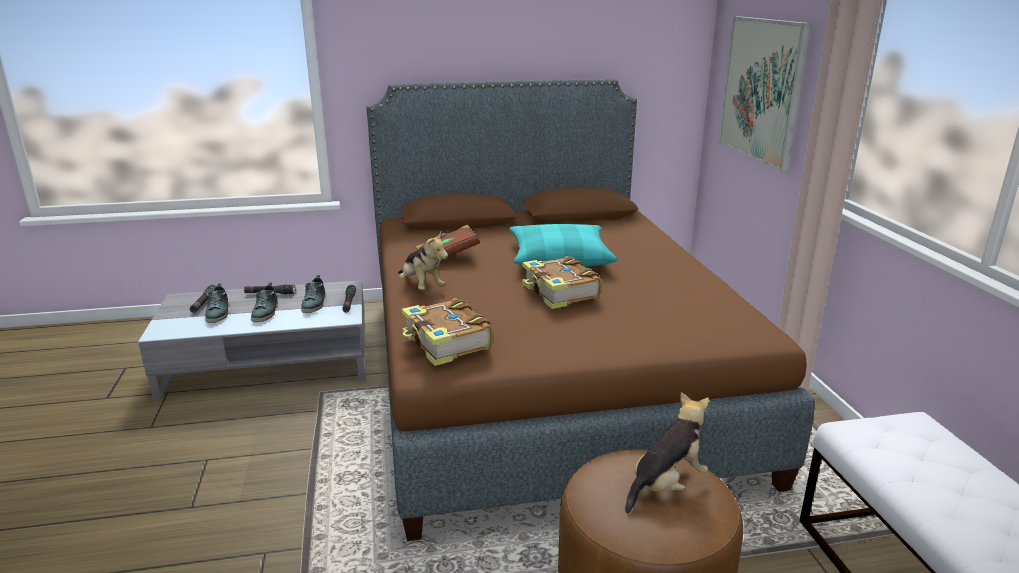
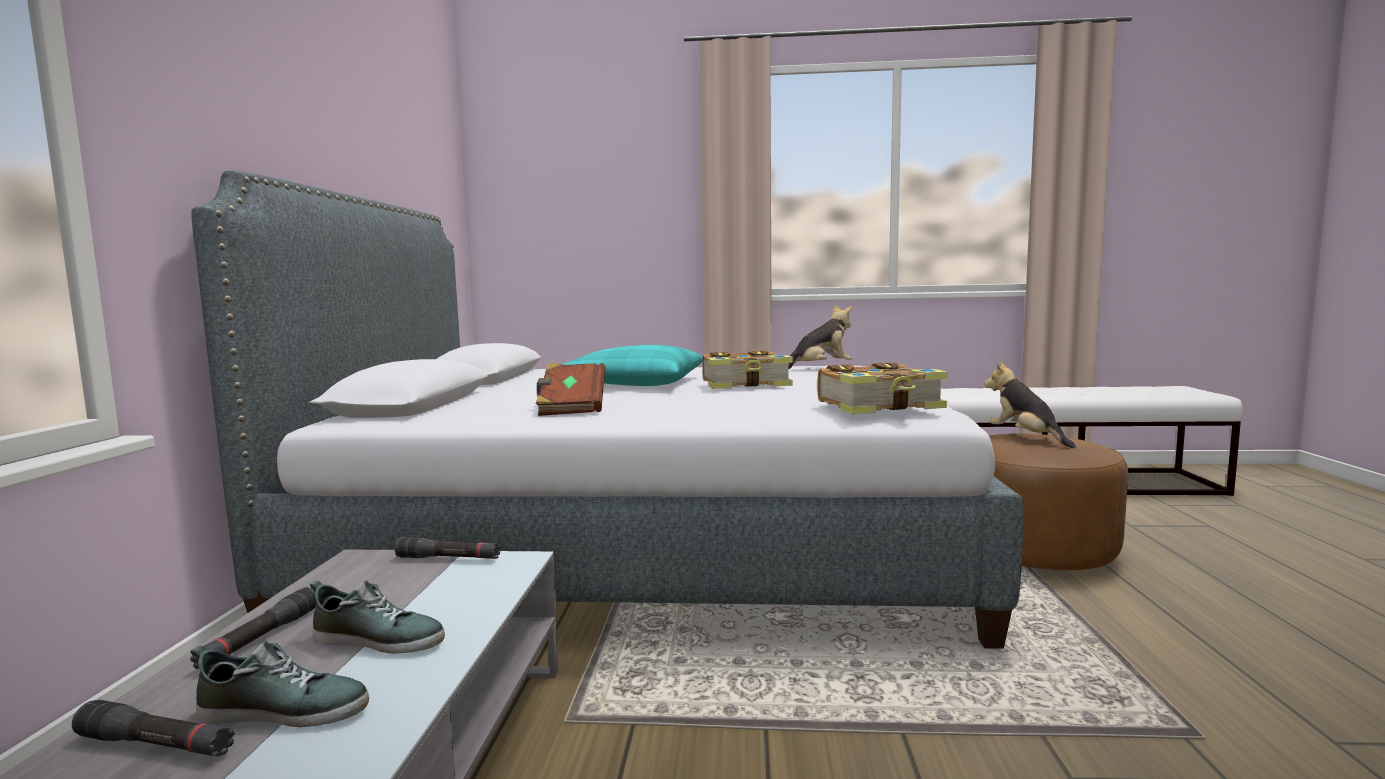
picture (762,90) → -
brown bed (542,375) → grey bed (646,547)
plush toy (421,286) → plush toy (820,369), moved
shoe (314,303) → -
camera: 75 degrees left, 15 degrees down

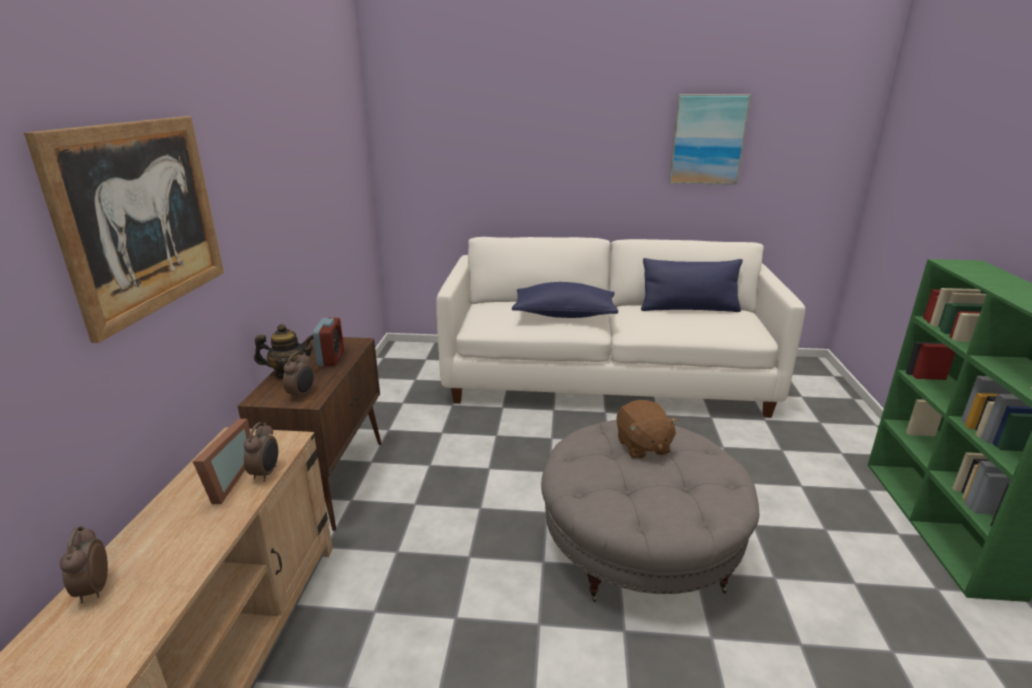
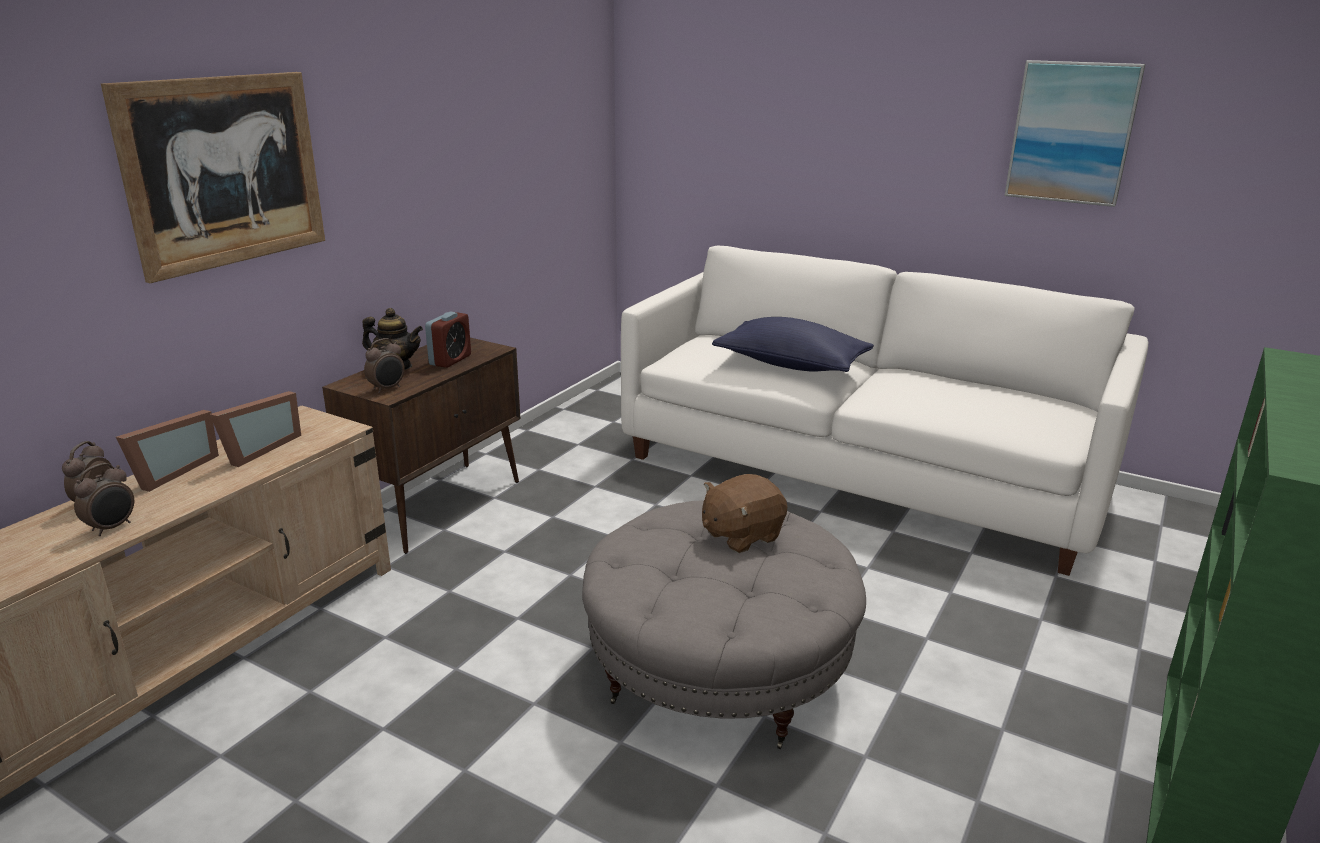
blue pillow (689,309) → -
brown plush toy (642,446) → brown plush toy (741,535), 45 degrees clockwise
alarm clock (266,473) → alarm clock (112,528), moved
- → picture frame (170,472)
camera: 25 degrees right, 0 degrees up

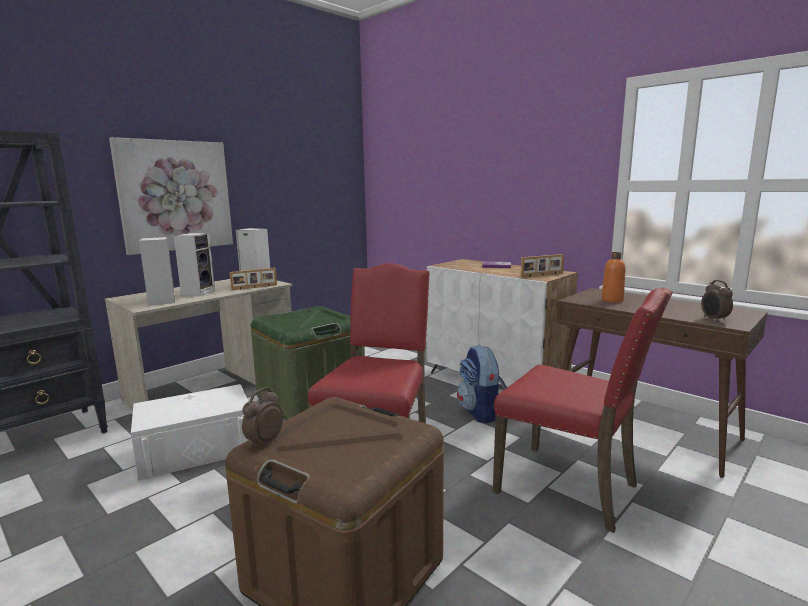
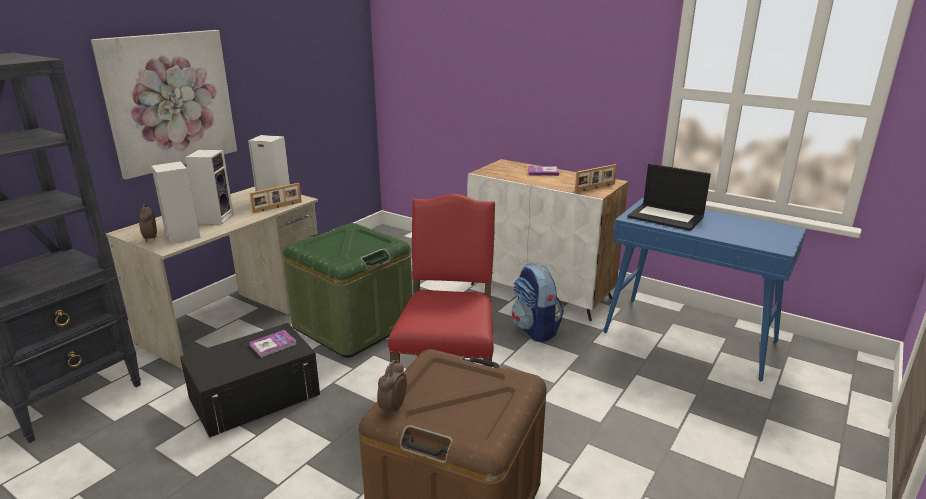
orange bottle (612,300) → laptop (666,217)
alarm clock (714,319) → alarm clock (150,239), moved
red chair (570,487) → -
brown console table (644,429) → blue console table (690,337)
white storage box (197,449) → black storage box (255,396)
- → book (273,344)
camera: 10 degrees left, 10 degrees up

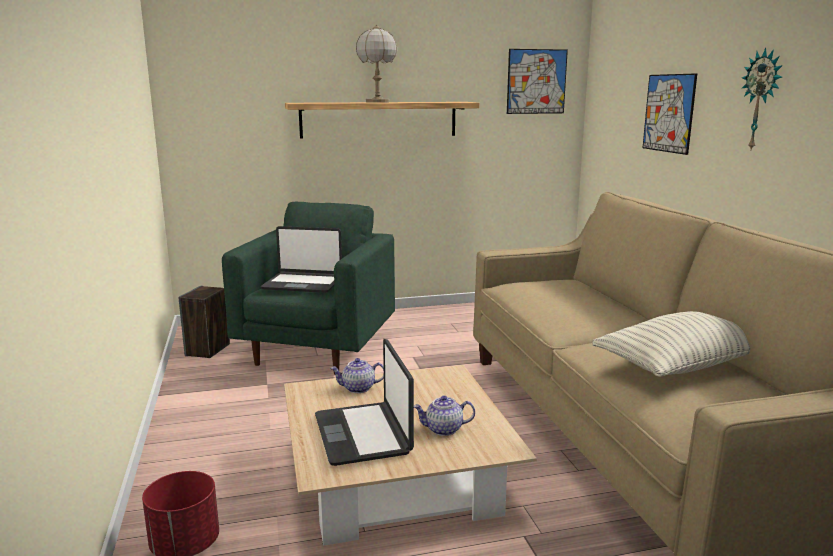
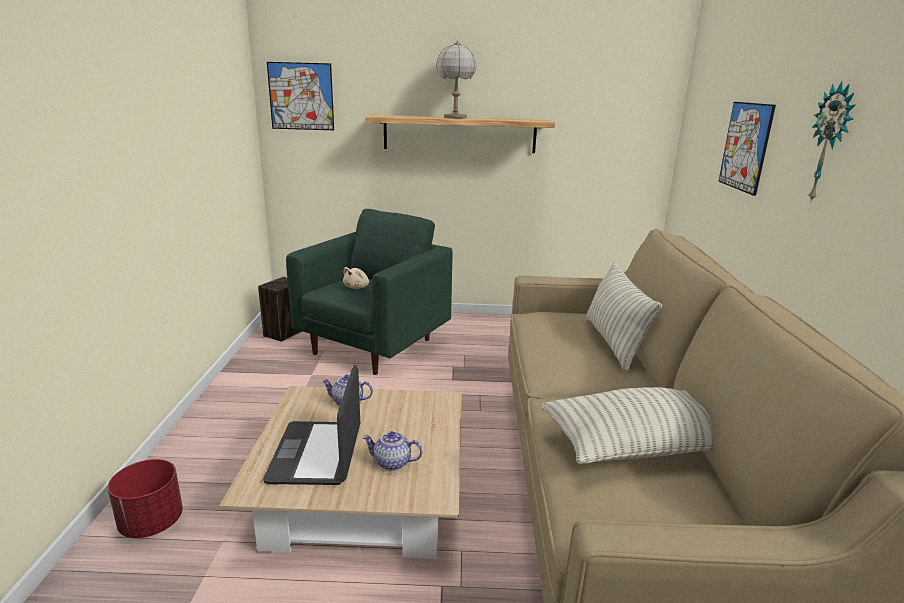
picture (536,81) → picture (301,96), moved
laptop (303,284) → beige plush toy (357,287)
- → pillow (613,342)
camera: 15 degrees right, 5 degrees up

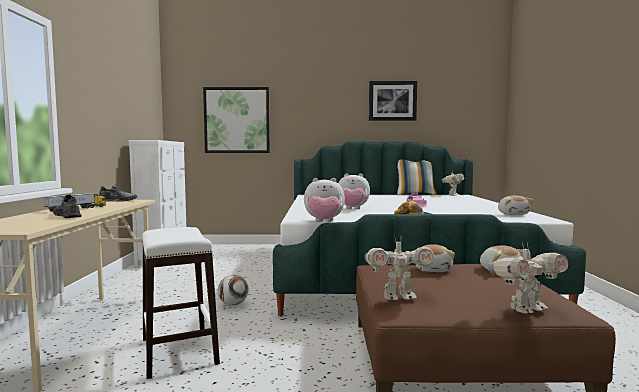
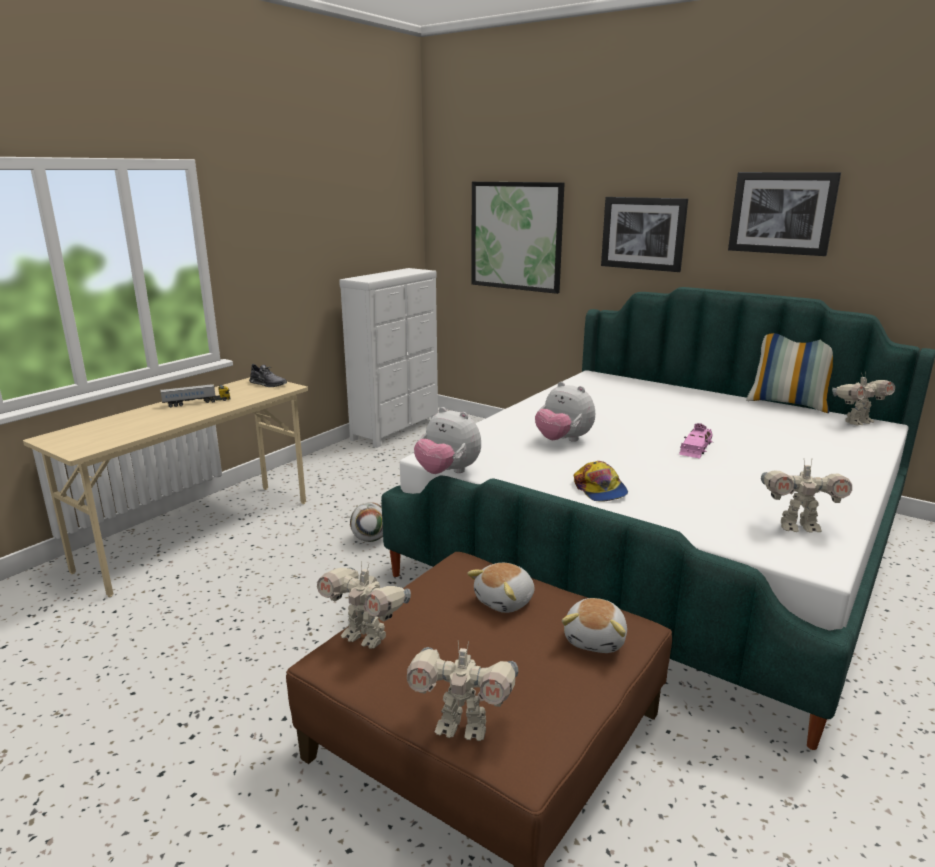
grey shoe (67,216) → -
plush toy (513,214) → toy robot (798,527)
white stool (179,350) → -
- → picture (643,233)
camera: 35 degrees right, 15 degrees up

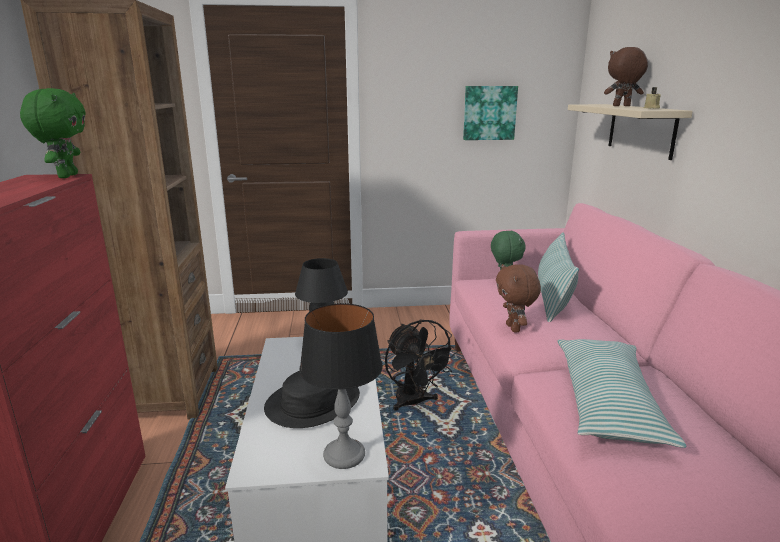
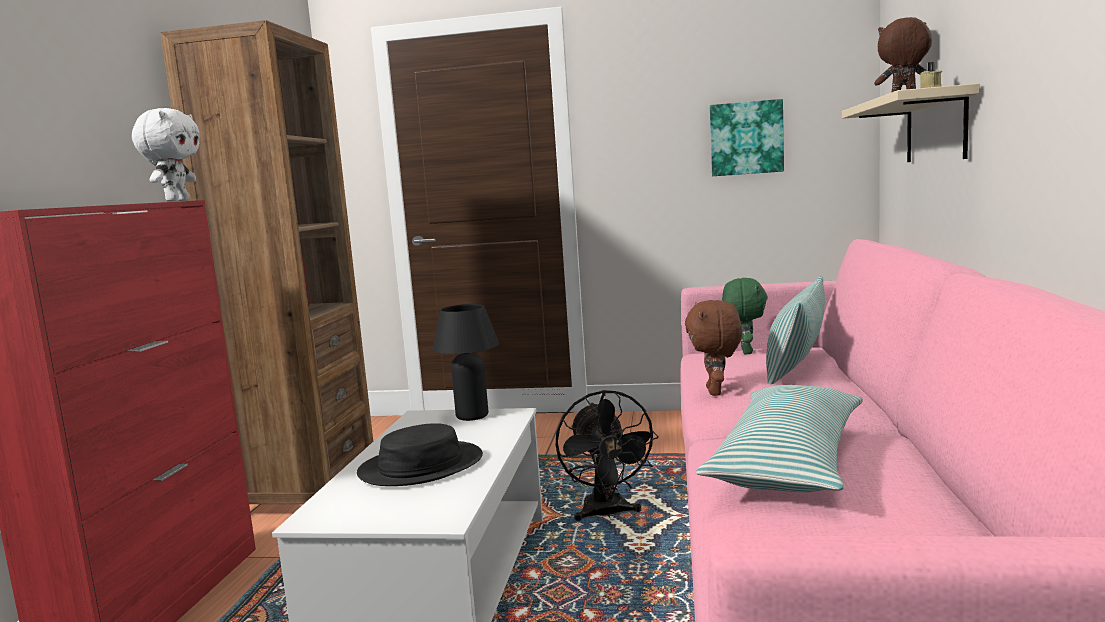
green plush toy (66,176) → white plush toy (176,201)
table lamp (344,455) → -
camera: 15 degrees right, 10 degrees down

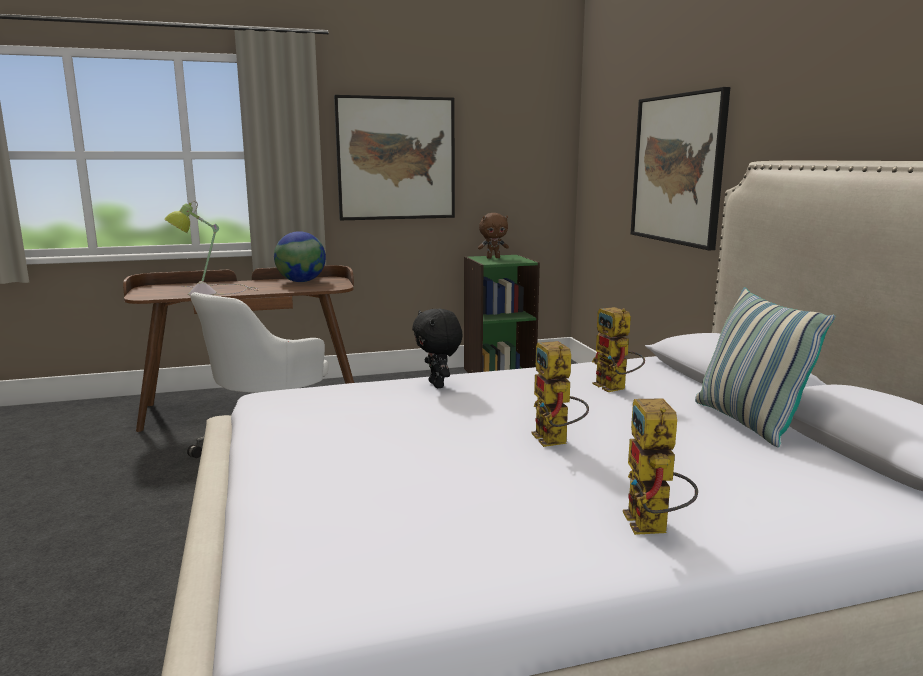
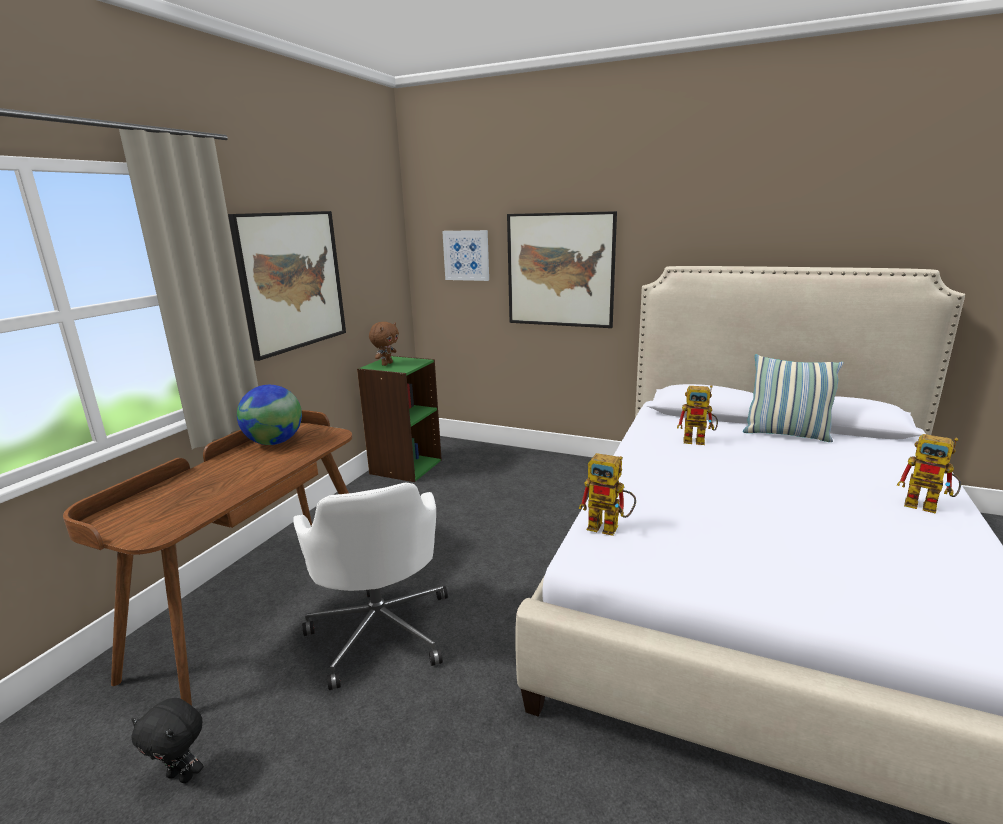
table lamp (211,291) → -
black plush toy (438,385) → black plush toy (182,775), moved
toy robot (556,442) → toy robot (610,527), moved
- → picture (466,255)
camera: 50 degrees left, 5 degrees up

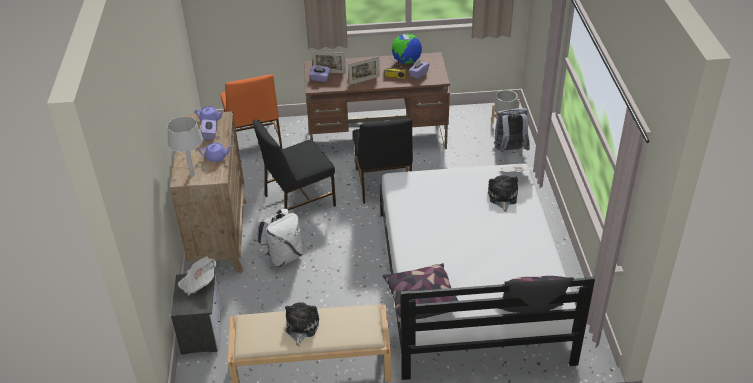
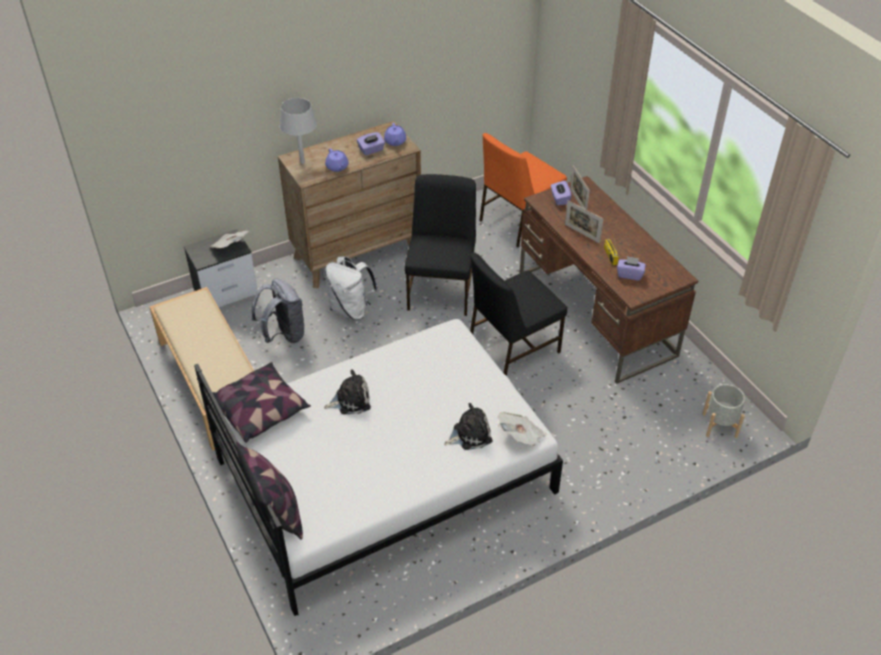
globe (406,62) → -
grey backpack (509,150) → grey backpack (283,334), moved
black chair (298,201) → black chair (442,289), 60 degrees clockwise
plush toy (301,327) → plush toy (350,400), moved
camera: 65 degrees right, 5 degrees up

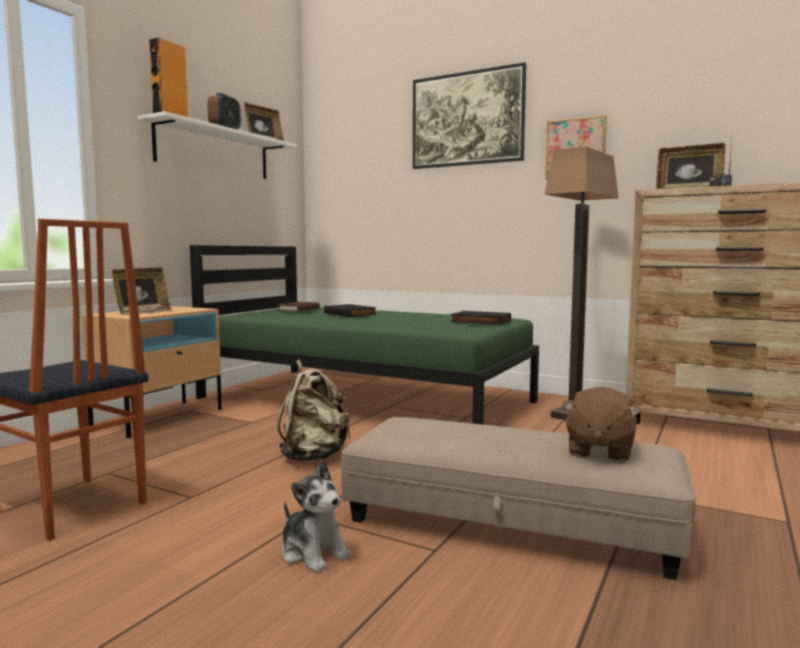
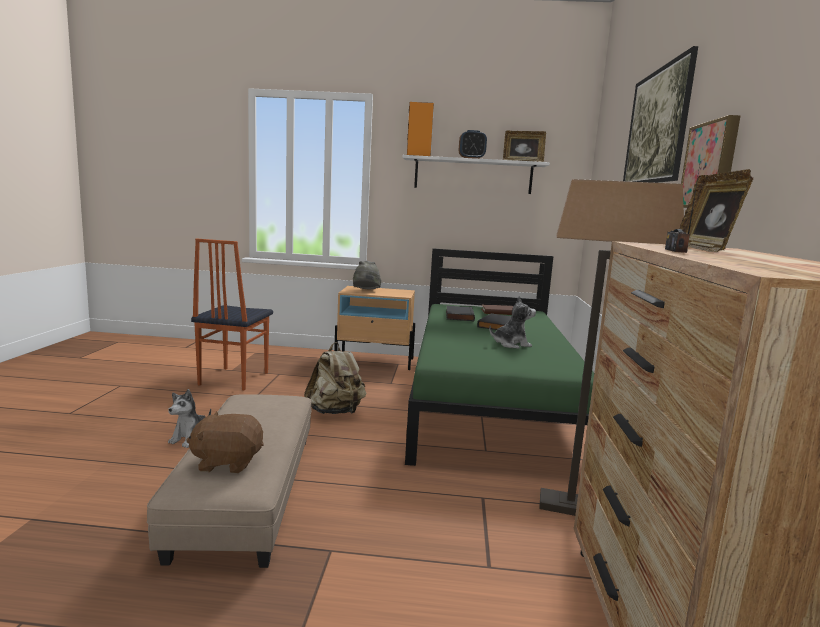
picture frame (142,313) → grey hat (366,291)
black book (479,322) → black book (458,316), moved
- → plush toy (511,344)
camera: 65 degrees right, 5 degrees up

